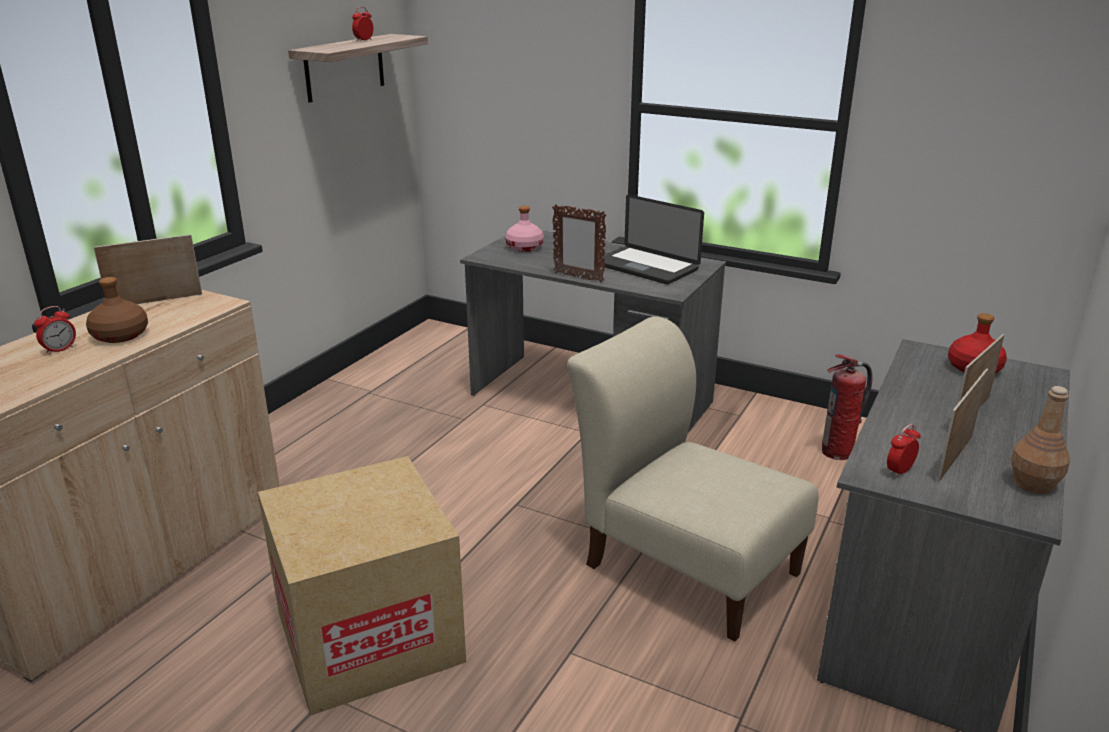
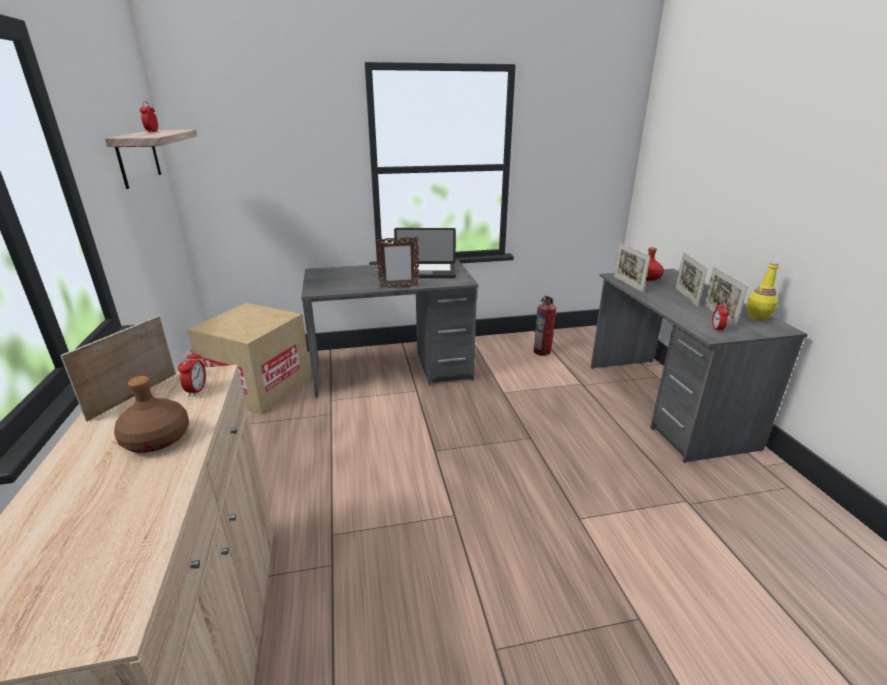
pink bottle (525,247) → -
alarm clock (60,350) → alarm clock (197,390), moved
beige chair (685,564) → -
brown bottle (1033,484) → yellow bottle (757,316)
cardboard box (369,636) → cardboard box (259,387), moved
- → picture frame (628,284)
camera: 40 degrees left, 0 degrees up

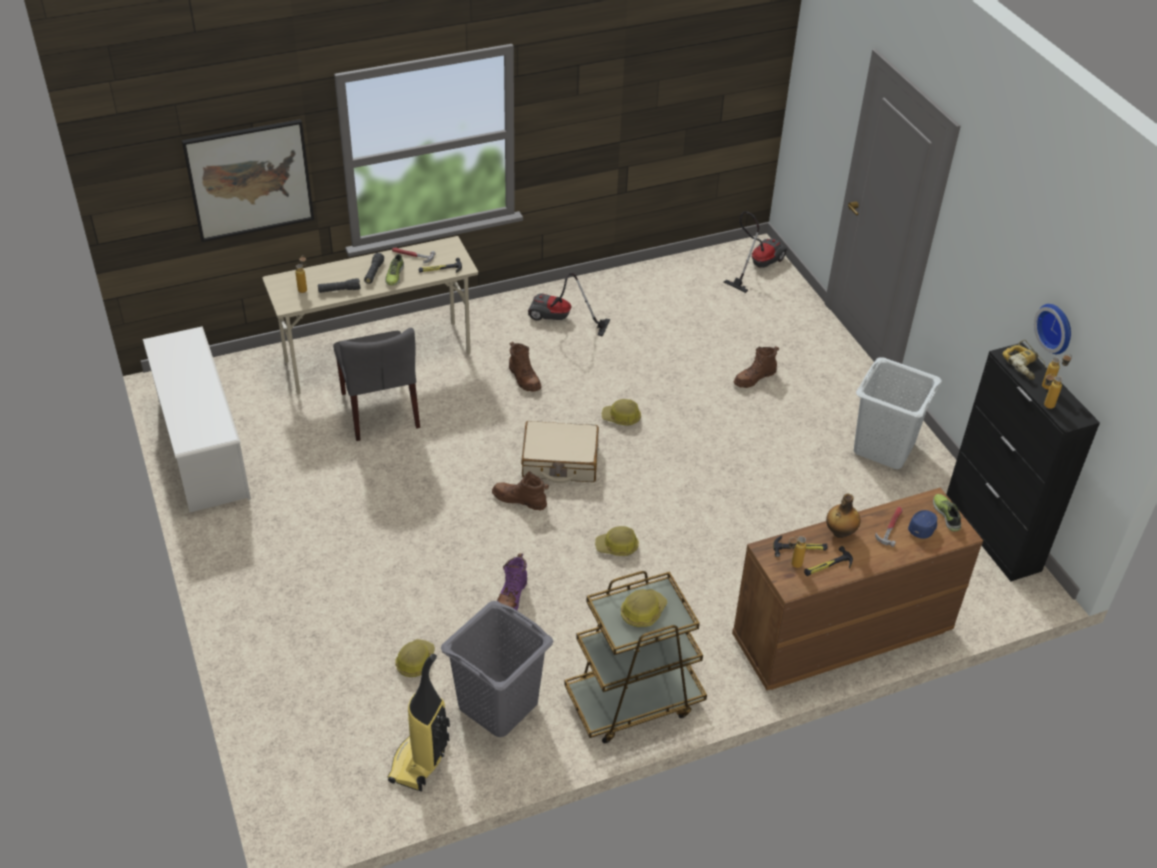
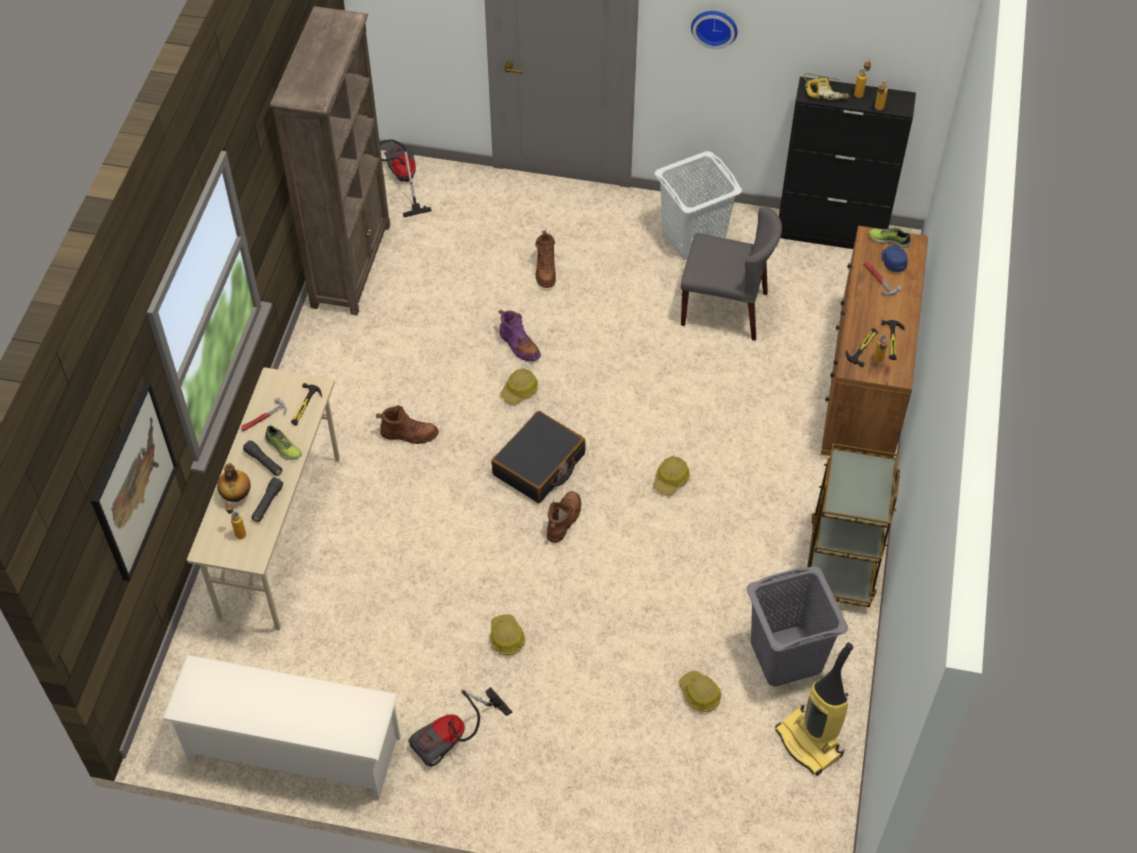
vacuum cleaner (560,320) → vacuum cleaner (455,738), moved
wall clock (1056,327) → wall clock (714,26), moved
grey chair (380,410) → grey chair (725,308), moved
beige suitcase (560,461) → black suitcase (539,465)
brown boot (519,499) → brown boot (564,520), 150 degrees clockwise
bottle (839,532) → bottle (236,496), moved
purple boot (511,597) → purple boot (519,345), moved
hard hat (642,611) → hard hat (506,637), moved
- → brown bookcase (351,265)
camera: 55 degrees left, 10 degrees up

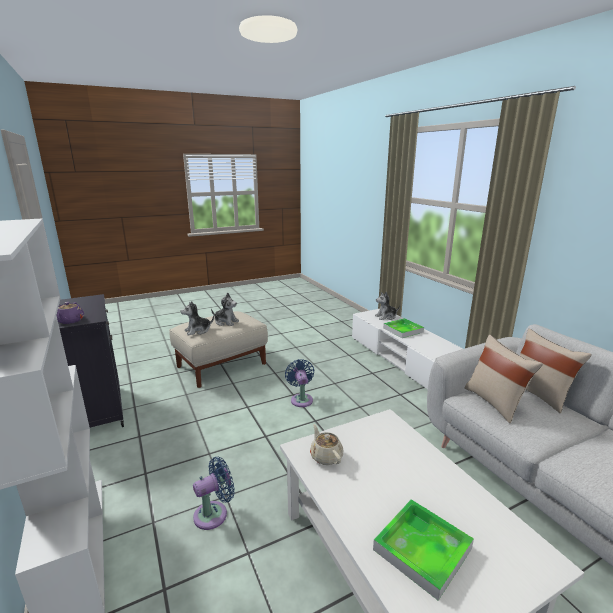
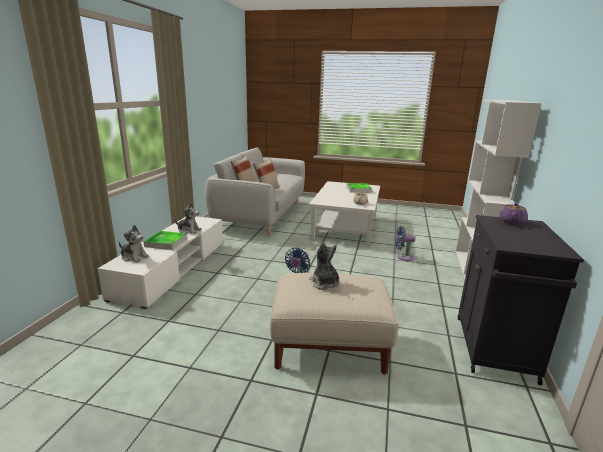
plush toy (198,331) → plush toy (189,230), moved
camera: 140 degrees left, 0 degrees up

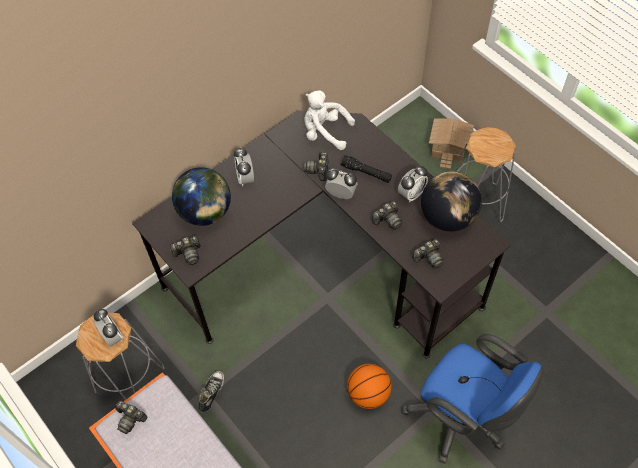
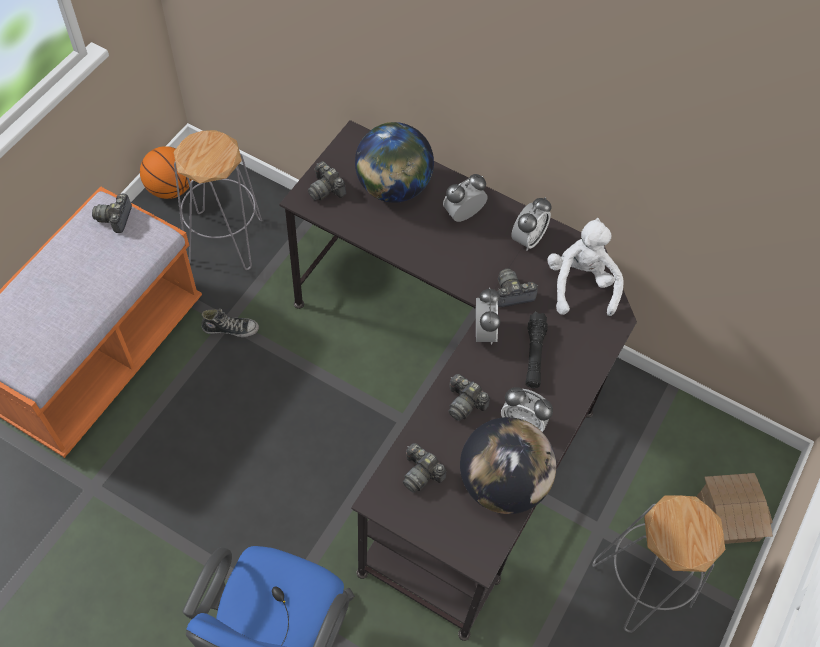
alarm clock (112,336) → alarm clock (527,239), moved
basketball (368,393) → basketball (170,188), moved
camera: 65 degrees right, 0 degrees up

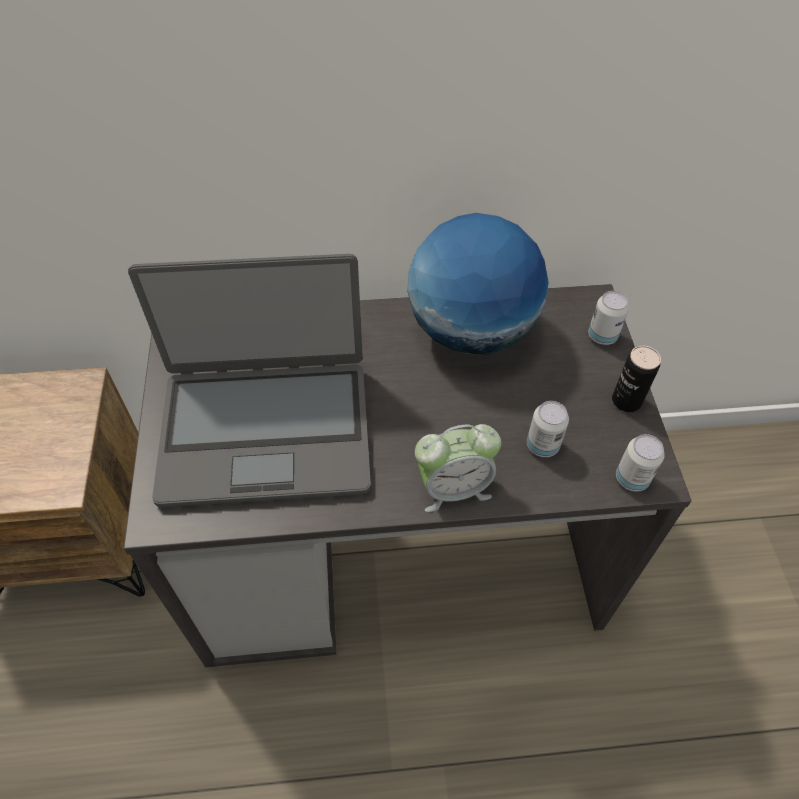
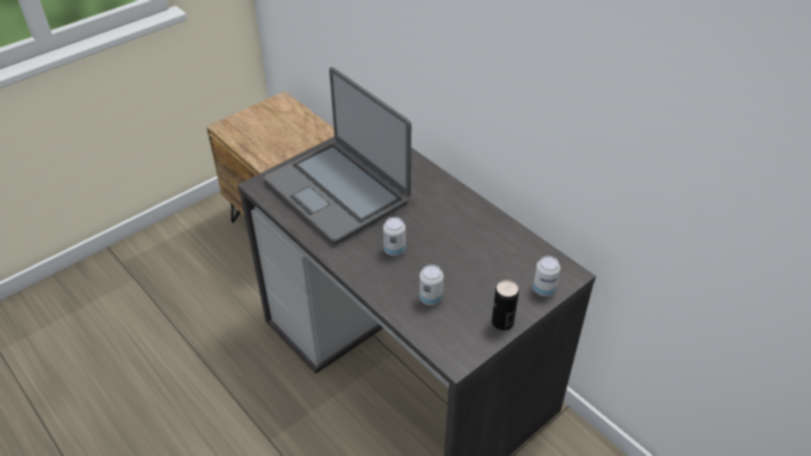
globe (470,331) → -
alarm clock (453,488) → -
can (632,478) → can (394,250), moved
camera: 55 degrees right, 10 degrees down

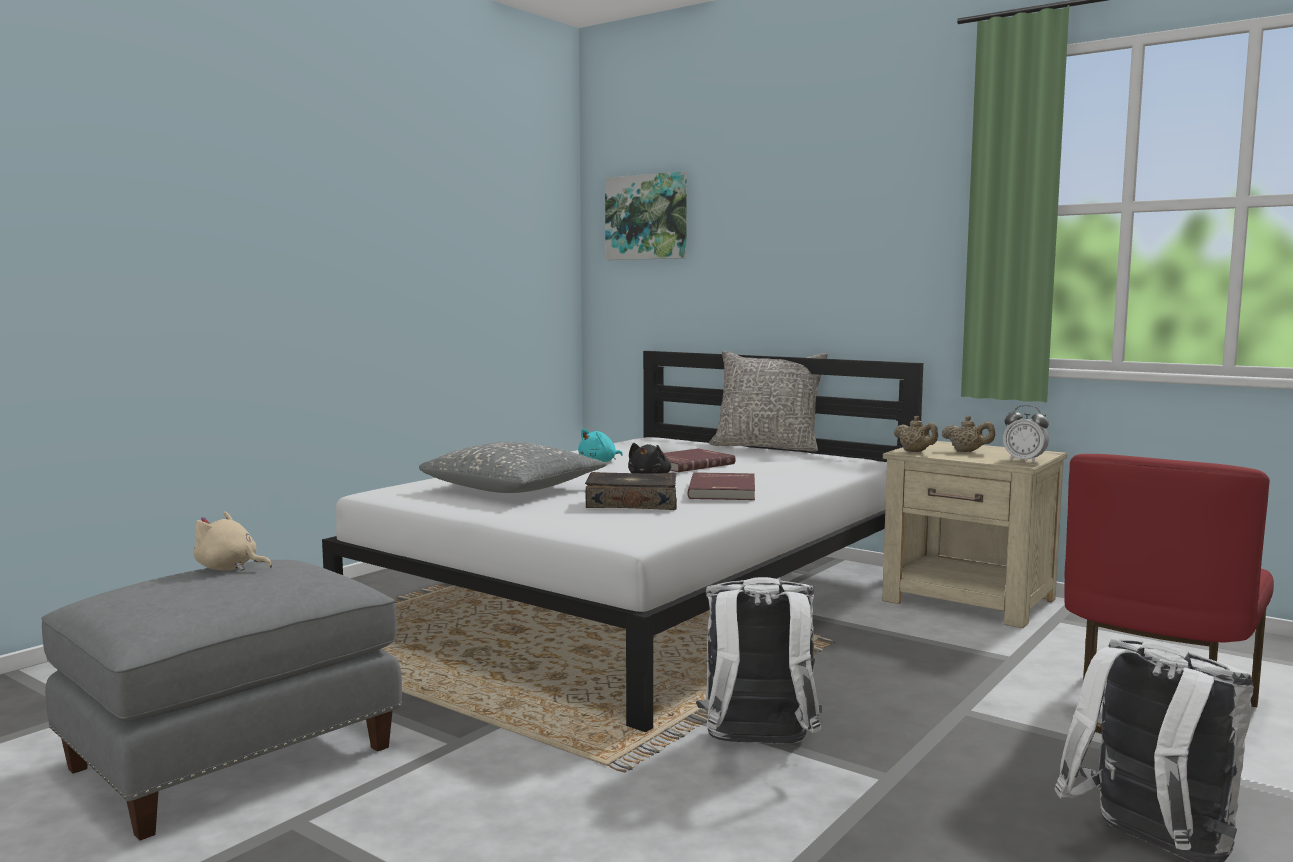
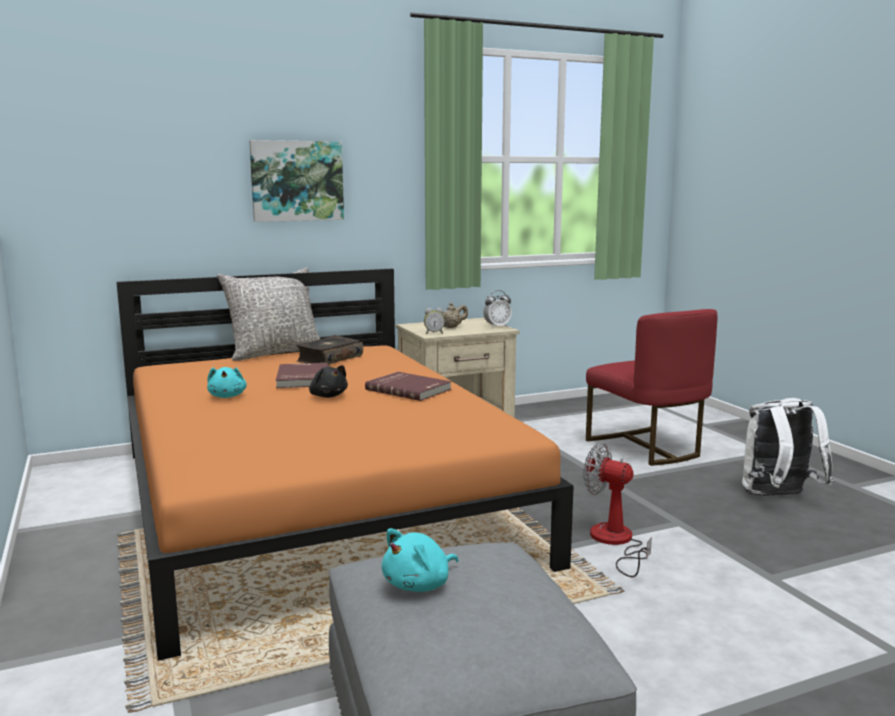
picture (647,217) → picture (297,181), moved
white bed (648,600) → orange bed (316,503)
beige teapot (915,452) → alarm clock (434,333)
grey pillow (514,489) → -
book (632,504) → book (329,359), moved
beige plush toy (229,568) → turquoise plush toy (419,585)
white backpack (757,746) → fan (615,542)
camera: 60 degrees left, 5 degrees up

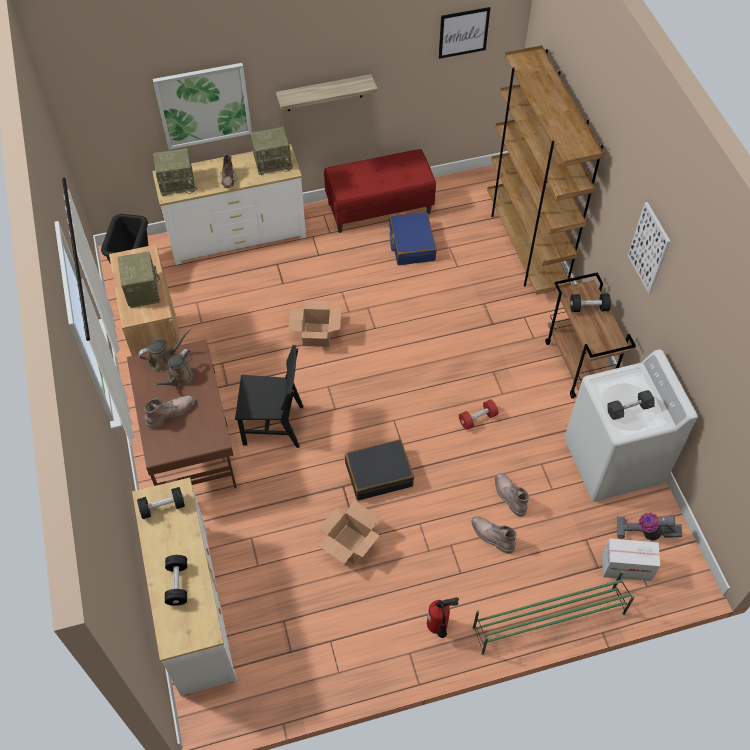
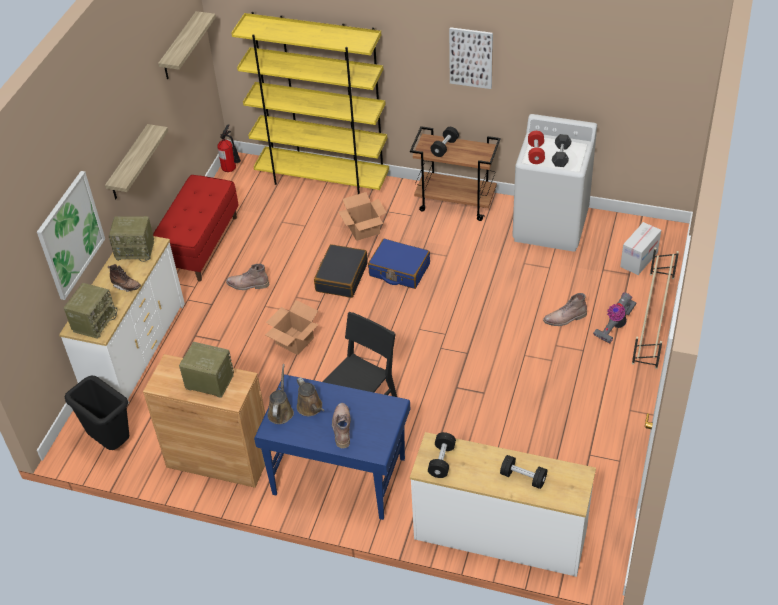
picture (463,32) → shelf (179,47)
brown bookcase (526,246) → yellow bookcase (323,179)
radio (273,162) → radio (136,250), 75 degrees clockwise
blue suitcase (411,244) → blue suitcase (399,270), moved
brown desk (191,447) → blue desk (338,475)
red dumbbell (477,419) → red dumbbell (535,153), moved
black suitcase (379,474) → black suitcase (341,277), moved
brown boot (509,496) → brown boot (247,285), moved
cardboard box (350,544) → cardboard box (364,229), moved
vacuum cleaner (645,533) → vacuum cleaner (614,326), moved
green shoe rack (548,620) → beige shoe rack (653,320)
fire extinguisher (438,628) → fire extinguisher (231,169), moved
camera: 55 degrees left, 10 degrees down

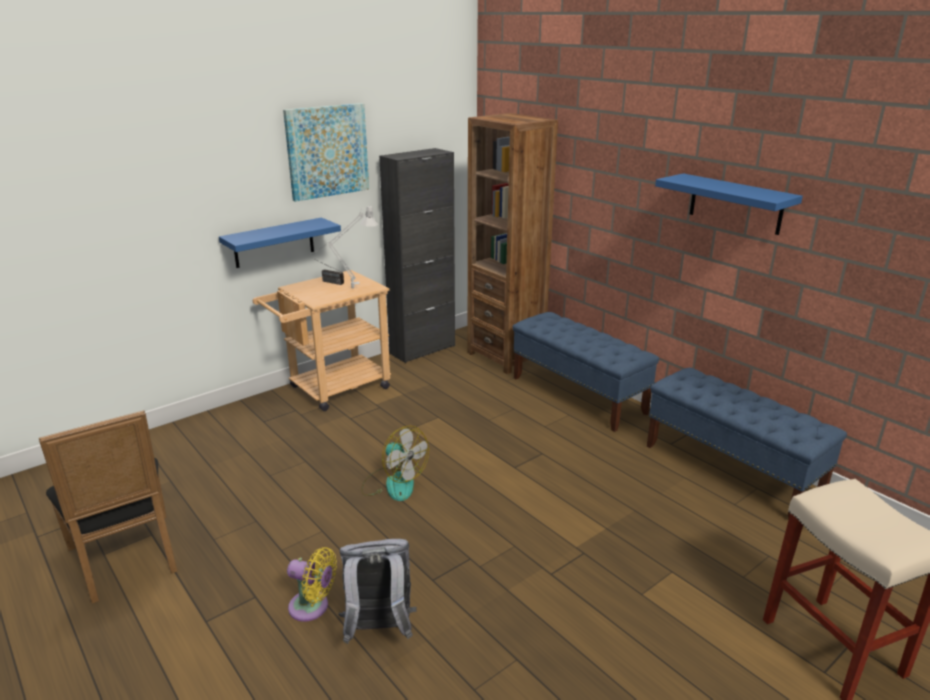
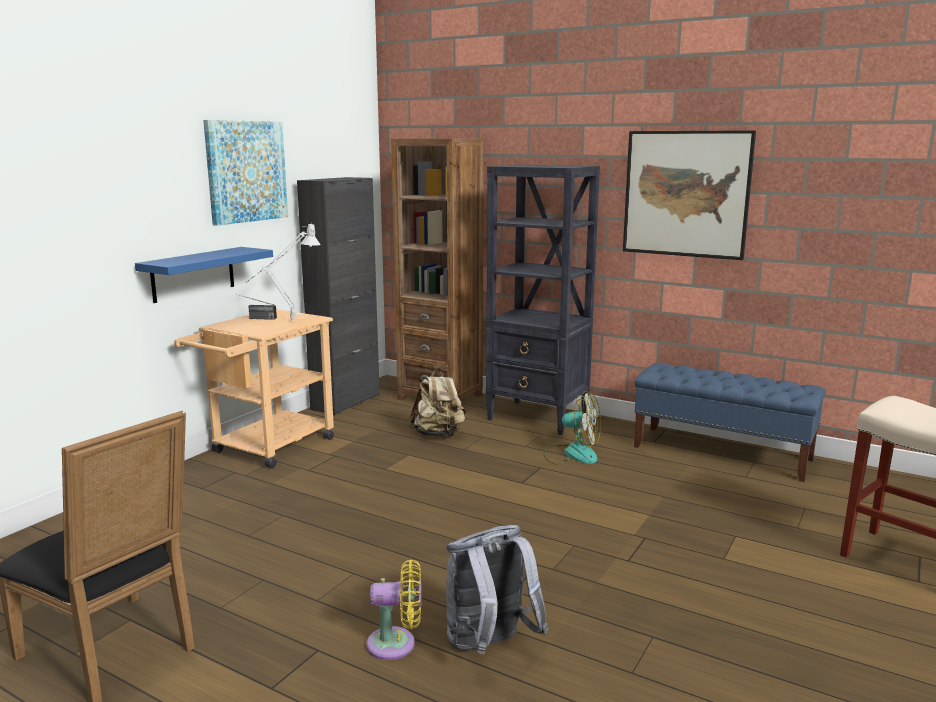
blue shelf (735,204) → picture (686,194)
blue bench (578,395) → black bookcase (538,418)
fan (393,483) → fan (572,454), moved
- → beige backpack (438,435)
camera: 20 degrees left, 10 degrees down

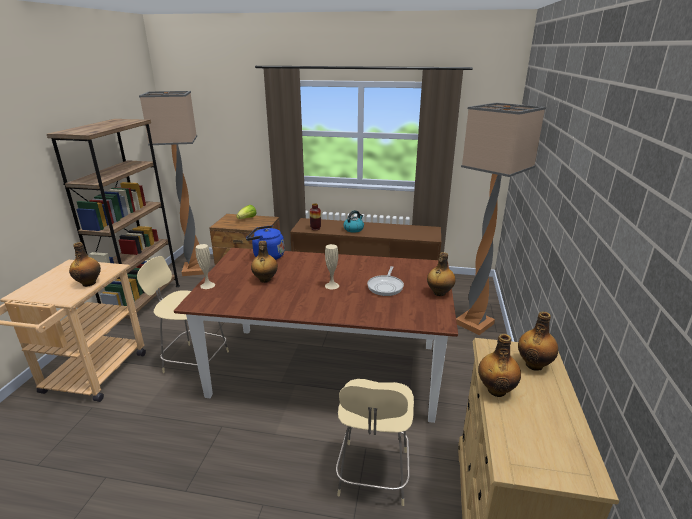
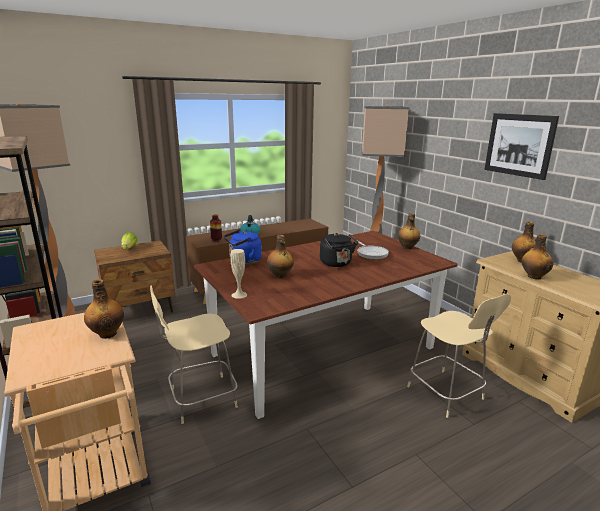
beige vase (332,285) → black kettle (337,264)
- → picture (519,145)
camera: 40 degrees left, 5 degrees down

